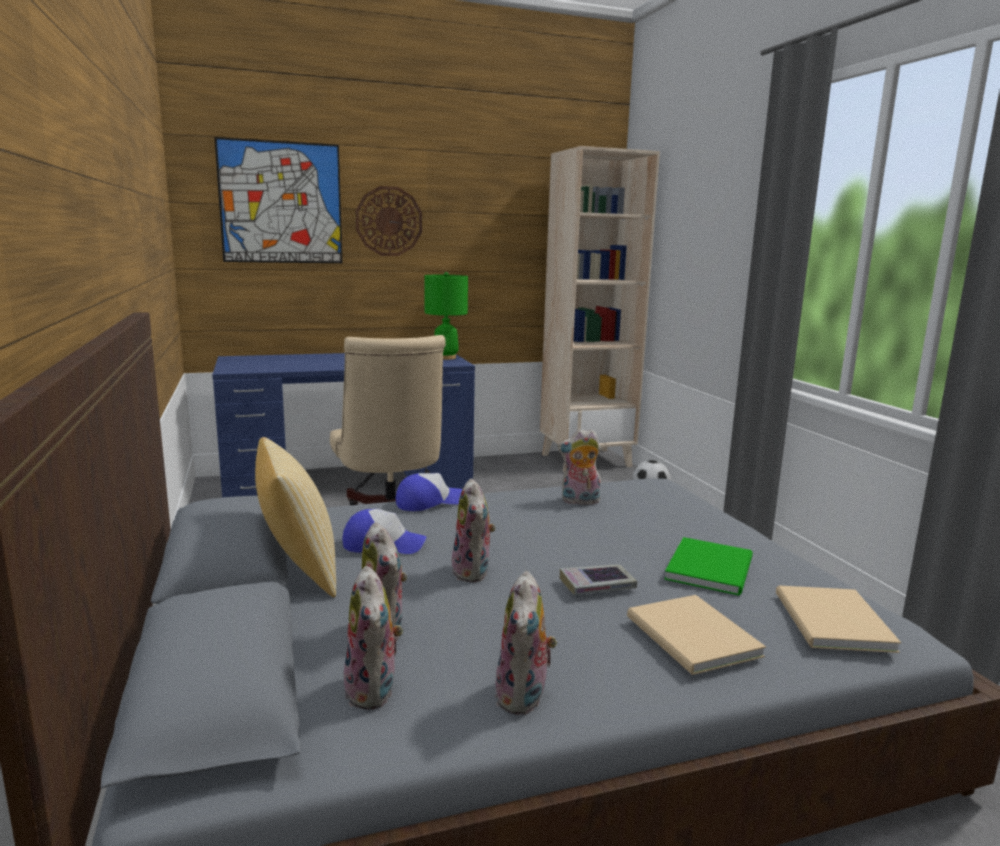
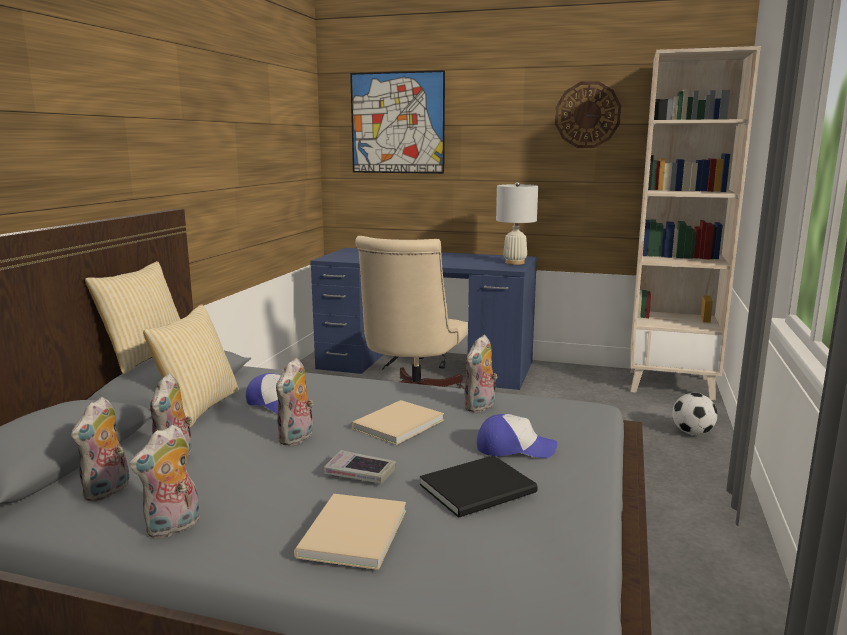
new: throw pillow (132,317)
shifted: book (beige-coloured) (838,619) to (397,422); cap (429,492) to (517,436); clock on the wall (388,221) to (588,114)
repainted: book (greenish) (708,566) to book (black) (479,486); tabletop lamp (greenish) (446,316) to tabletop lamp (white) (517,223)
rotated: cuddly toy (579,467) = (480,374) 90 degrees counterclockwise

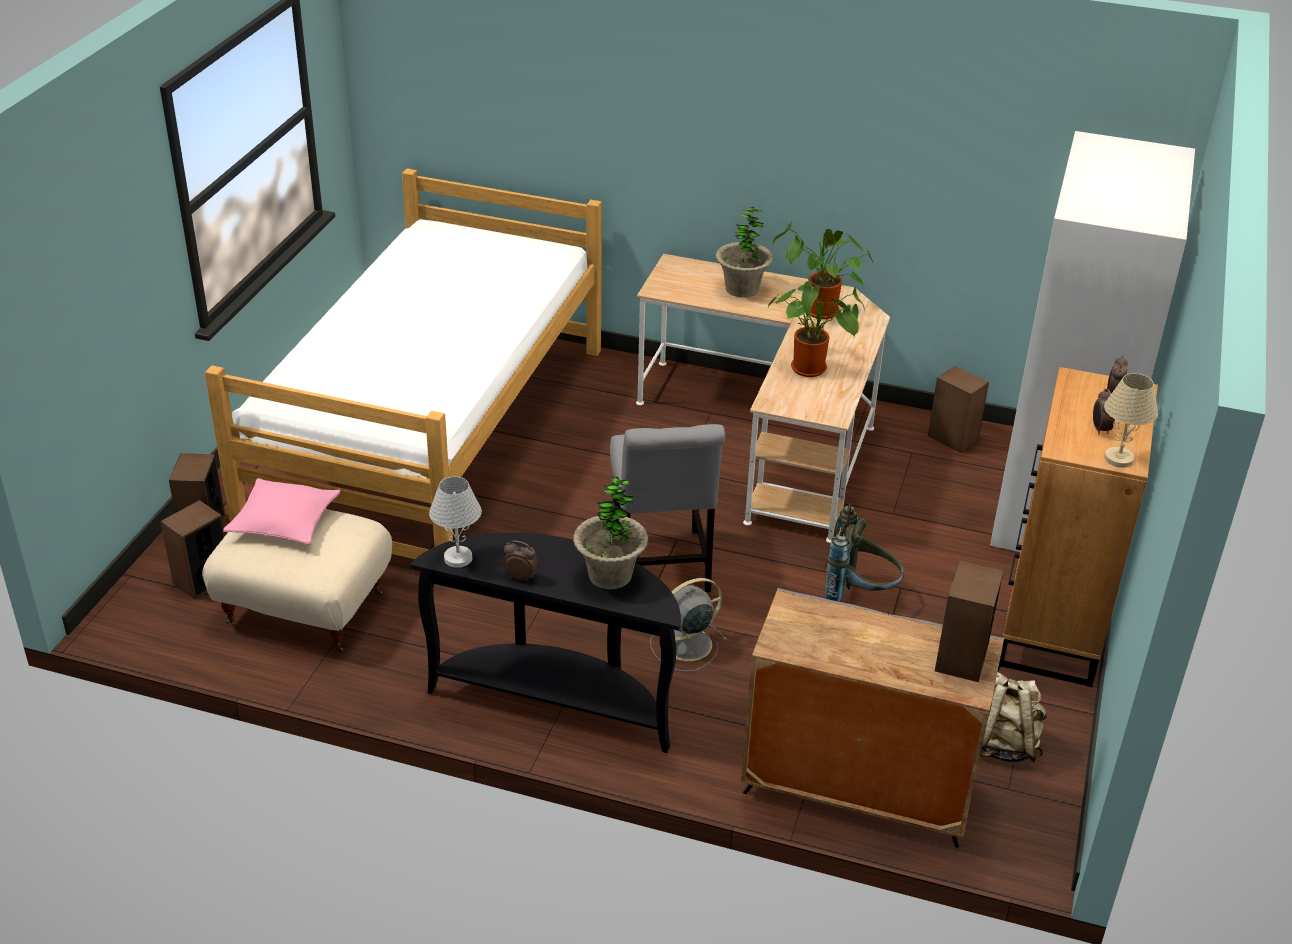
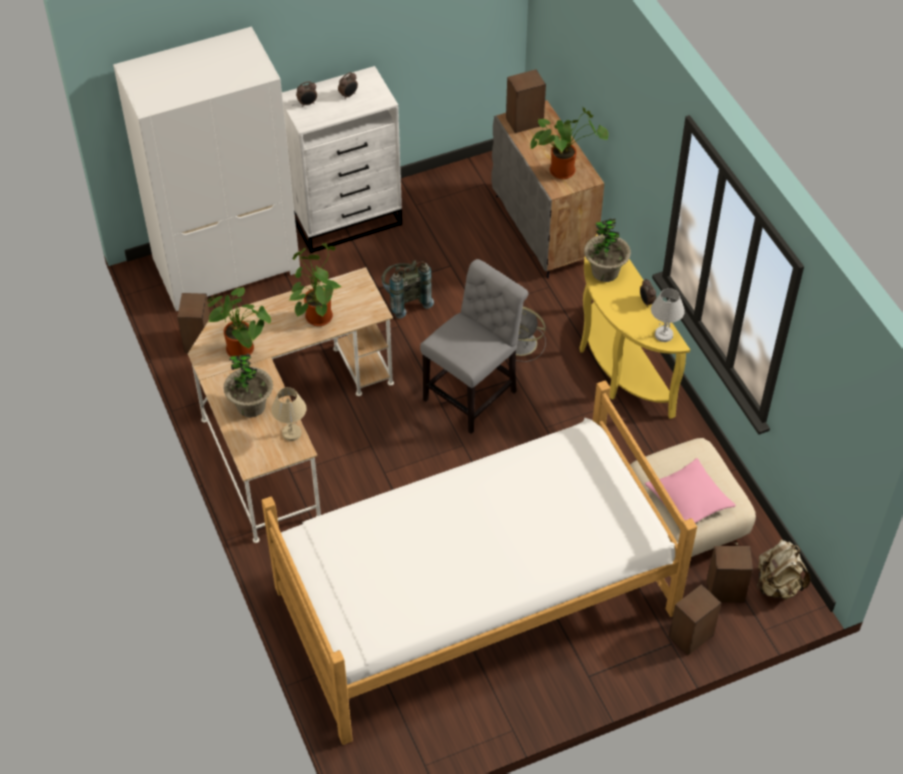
new: plant in a pot (569,143)
shifted: tabletop lamp (beige-coloured) (1131,420) to (289,414); rucksack (beige-coloured) (1014,717) to (784,570)
repainted: drawer chest (brown-coloured) (1079,527) to drawer chest (white) (342,160); hall table (black) (545,643) to hall table (yellow-coloured) (634,326)

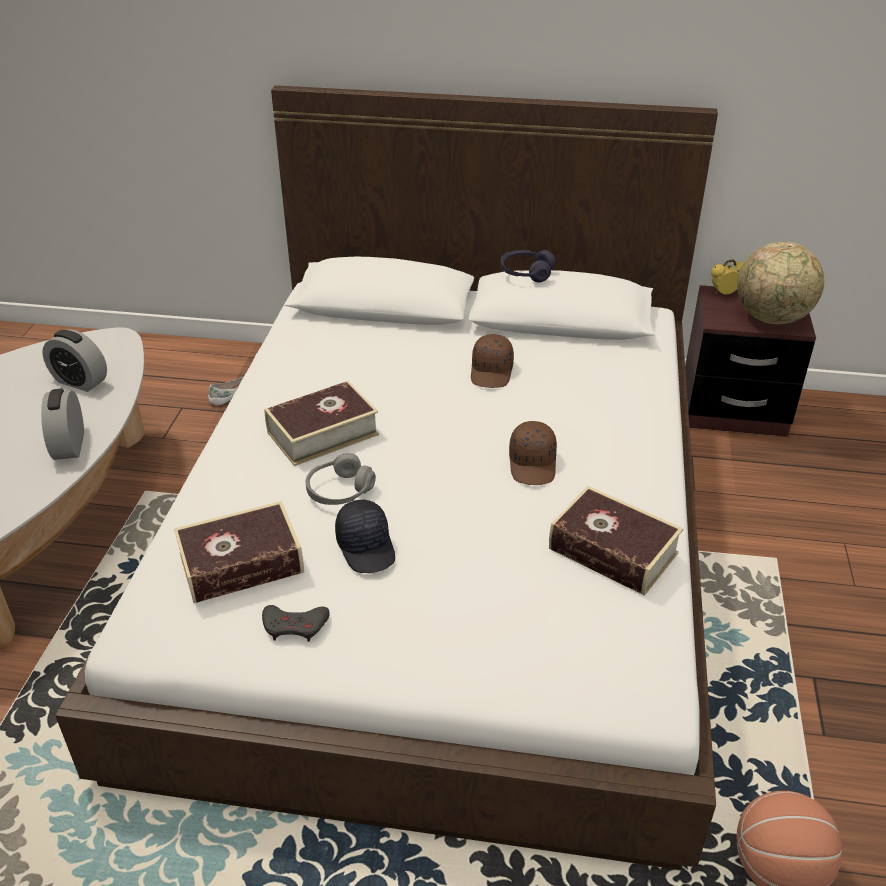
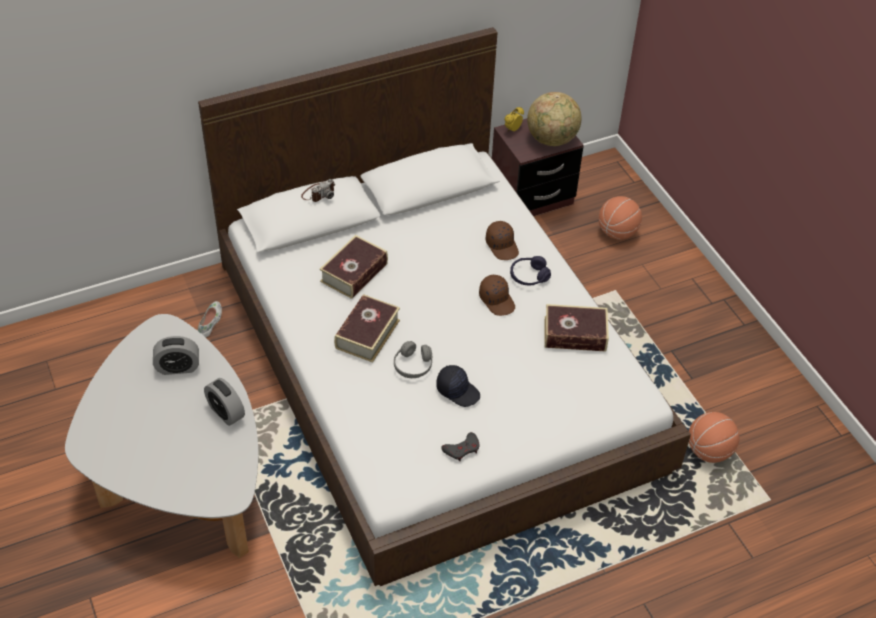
new: still camera (318,190); basketball (620,218)
shifted: book (239,552) to (353,267); cap (brown-coloured) (492,361) to (502,240); headset (purple-coloured) (527,266) to (530,270)

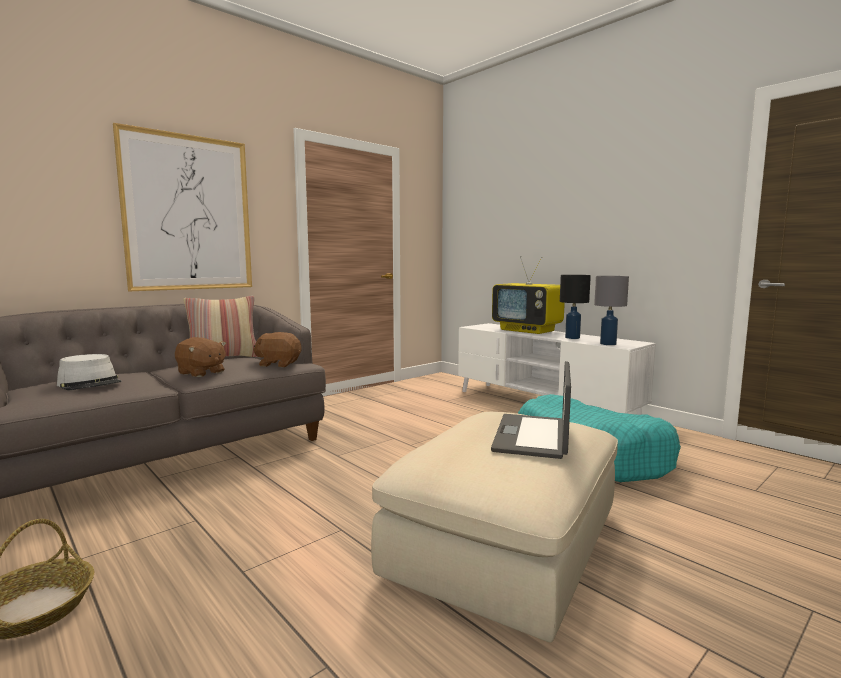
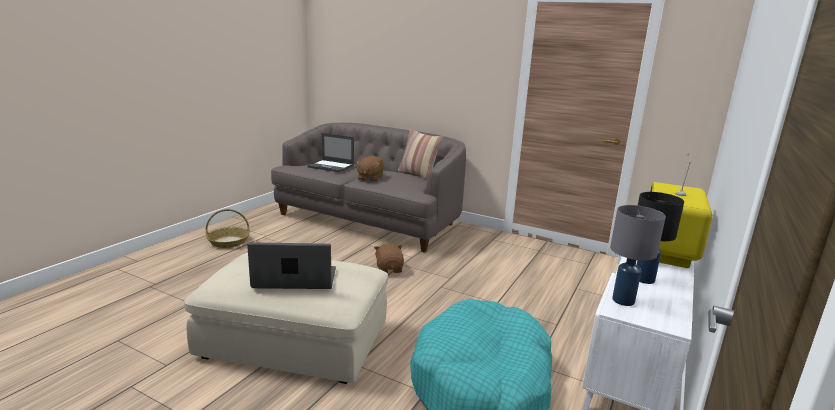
gone: wall picture (182,207)
shifted: cuddly toy (brown-coloured) (277,349) to (389,258)
swapped: hat (greyish) (89,372) to laptop (330,152)

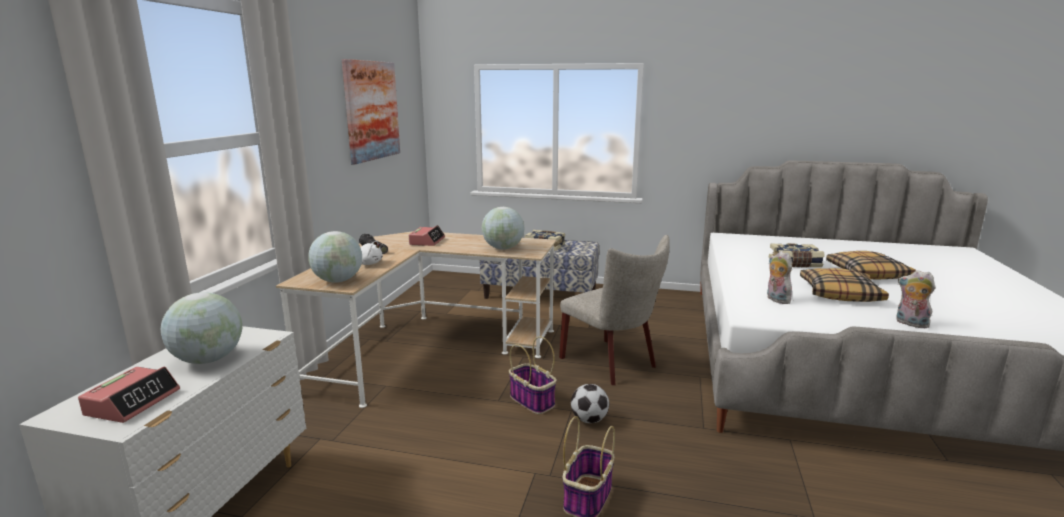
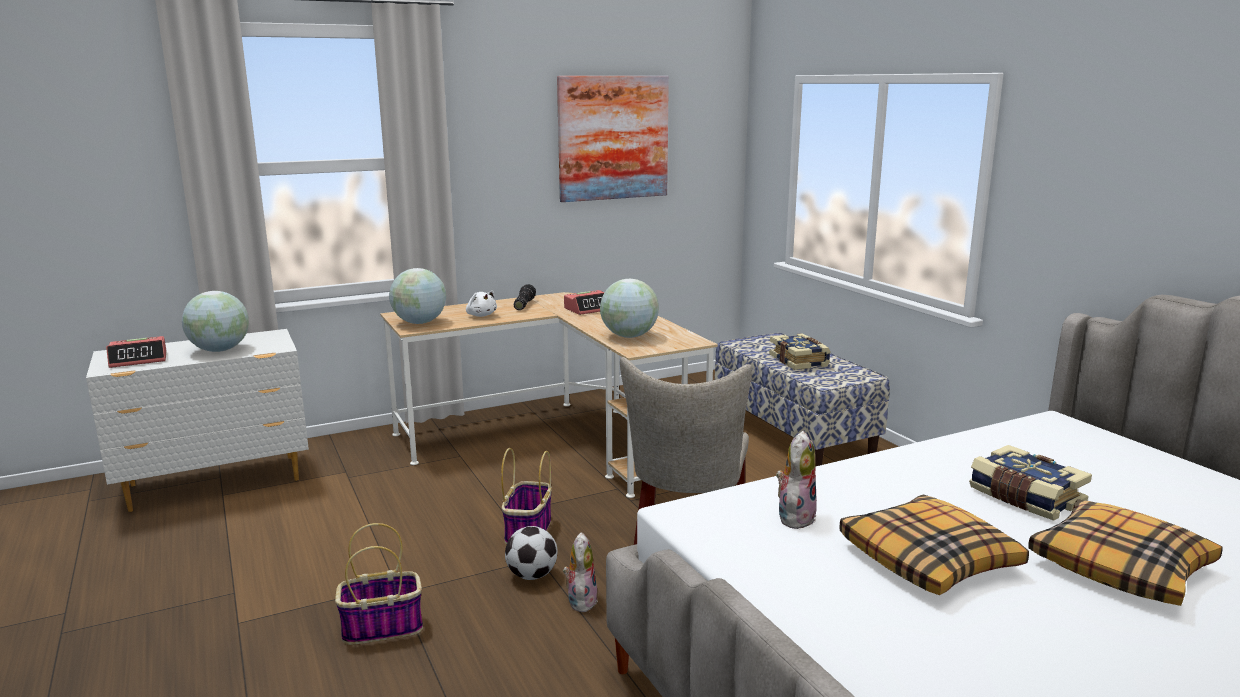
shifted: cuddly toy (916,299) to (580,572)

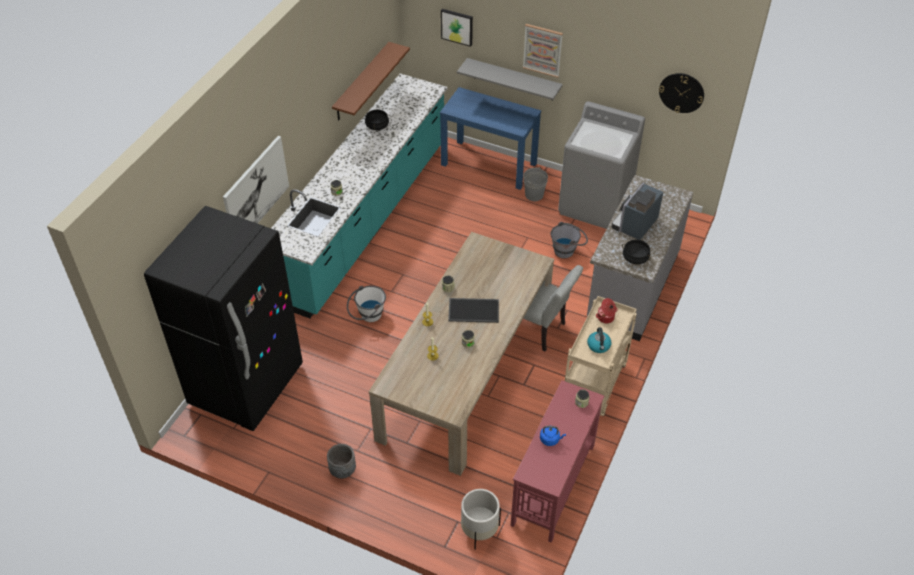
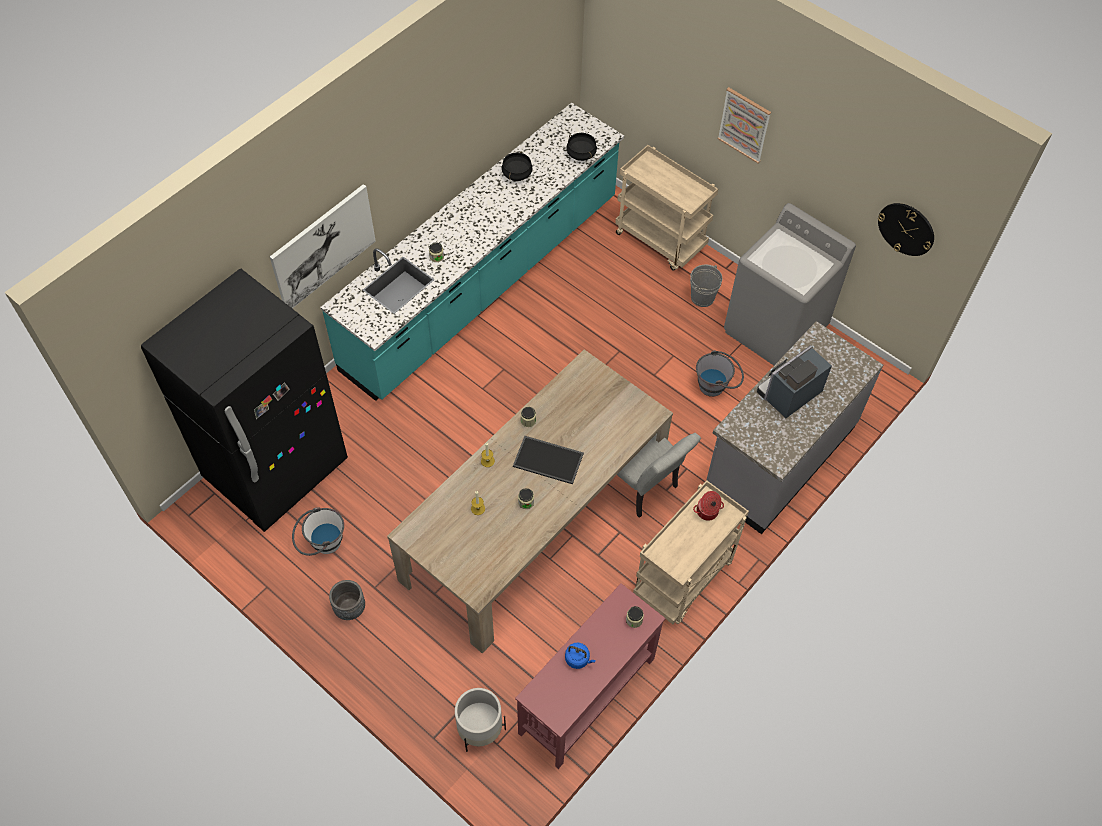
gone: wall shelf (brown-coloured) (371,81); wall picture (457,28); wall shelf (greyish) (510,79); kettle (599,340)
shifted: water bucket (white) (366,304) to (318,531); cooking pot (black) (636,252) to (581,147)
swapped: hall table (blue-coloured) (490,138) to cart (beige-coloured) (666,208)

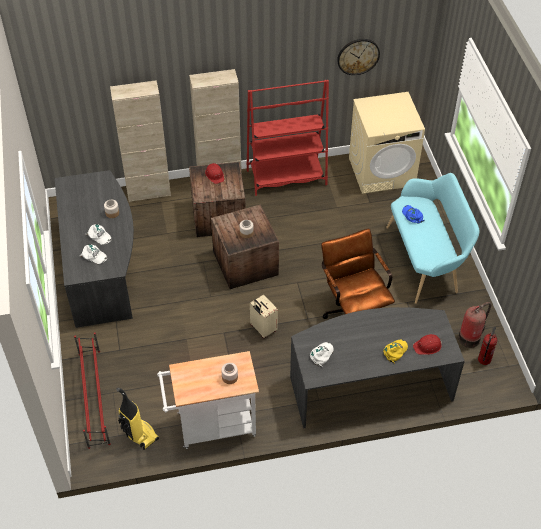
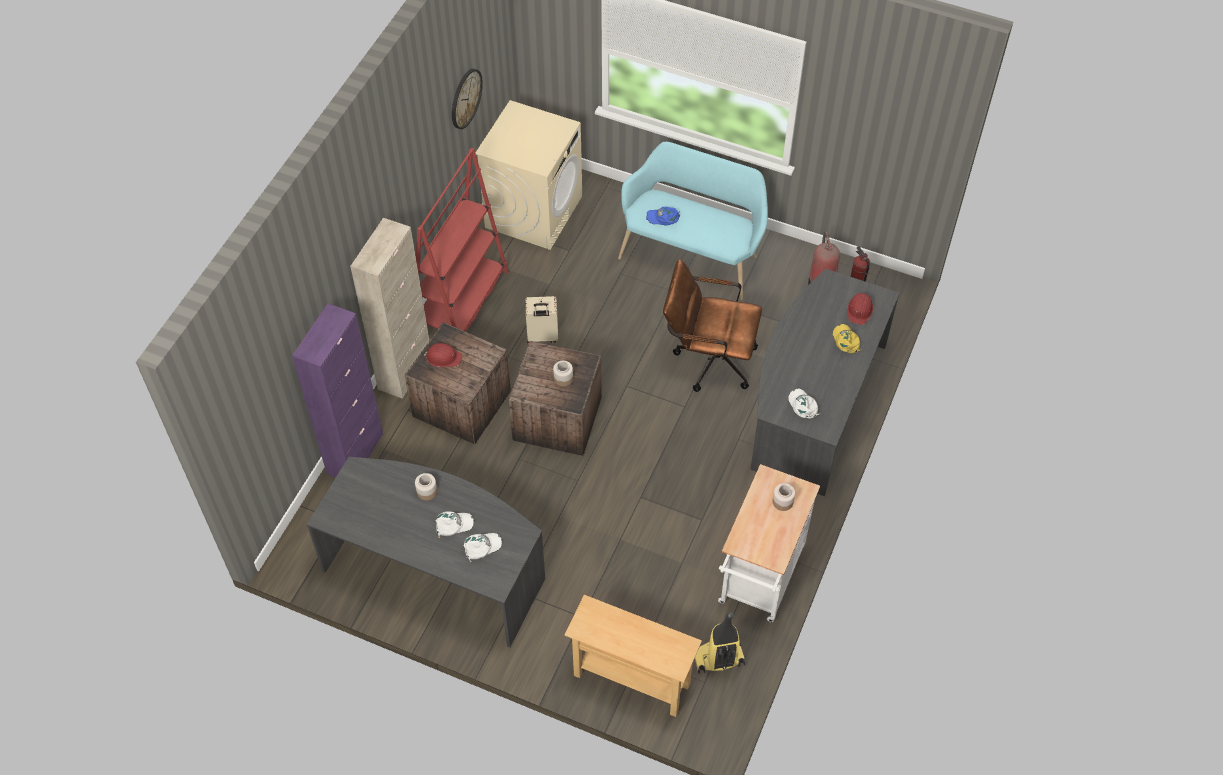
shifted: travel case (beige-coloured) (264,316) to (542,320)
swapped: shoe rack (reddish) (92,390) to hall table (beige-coloured) (633,656)
repainted: cupboard (beige-coloured) (140,141) to cupboard (purple-coloured) (337,390)

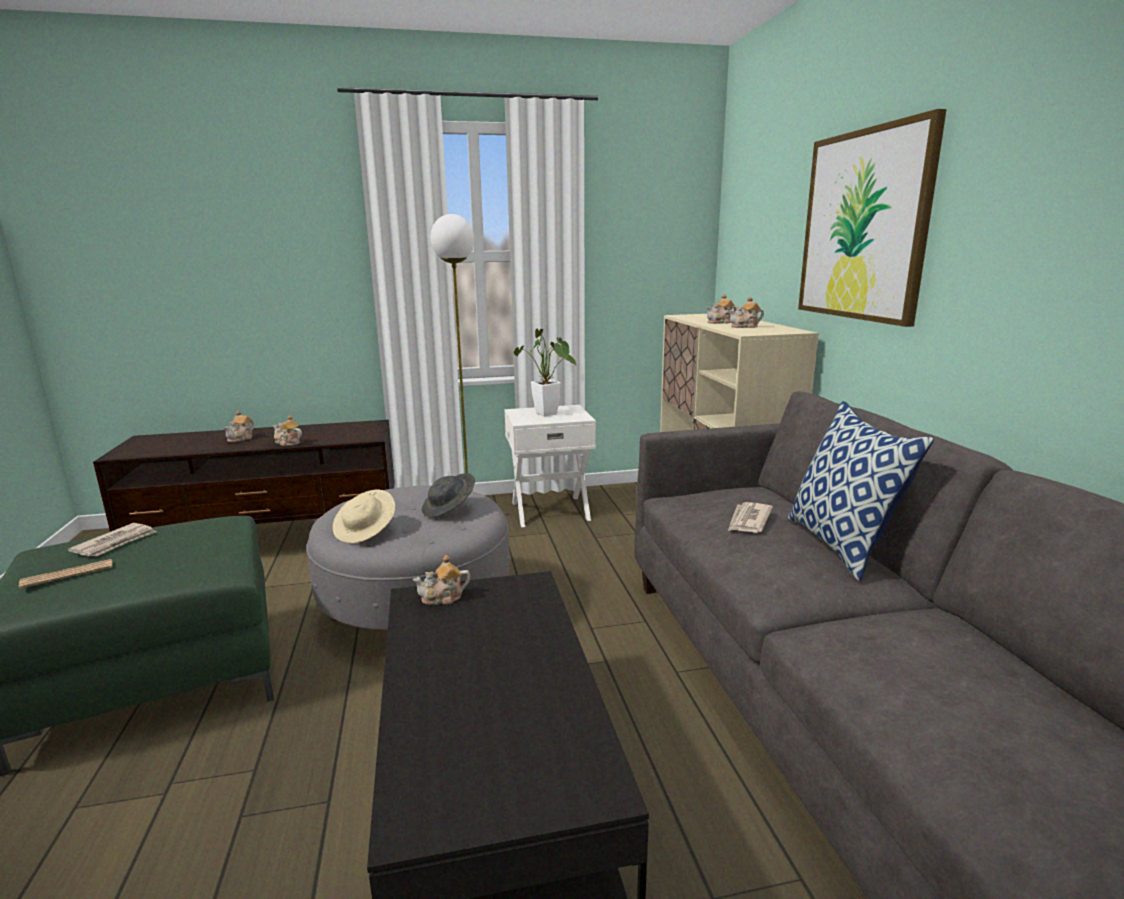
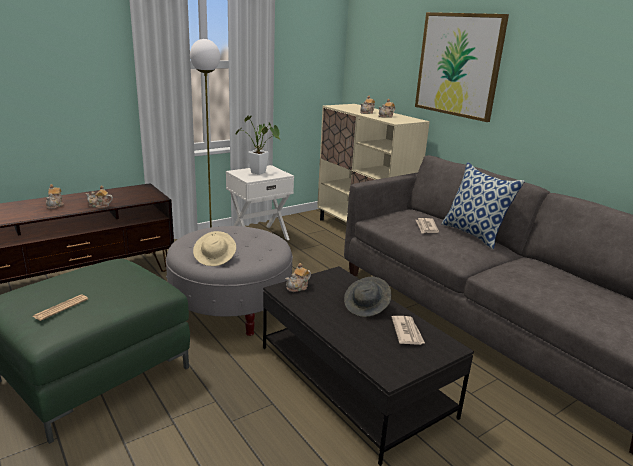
shifted: hat (greyish) (448,495) to (367,297); printed paper (112,540) to (408,330)

